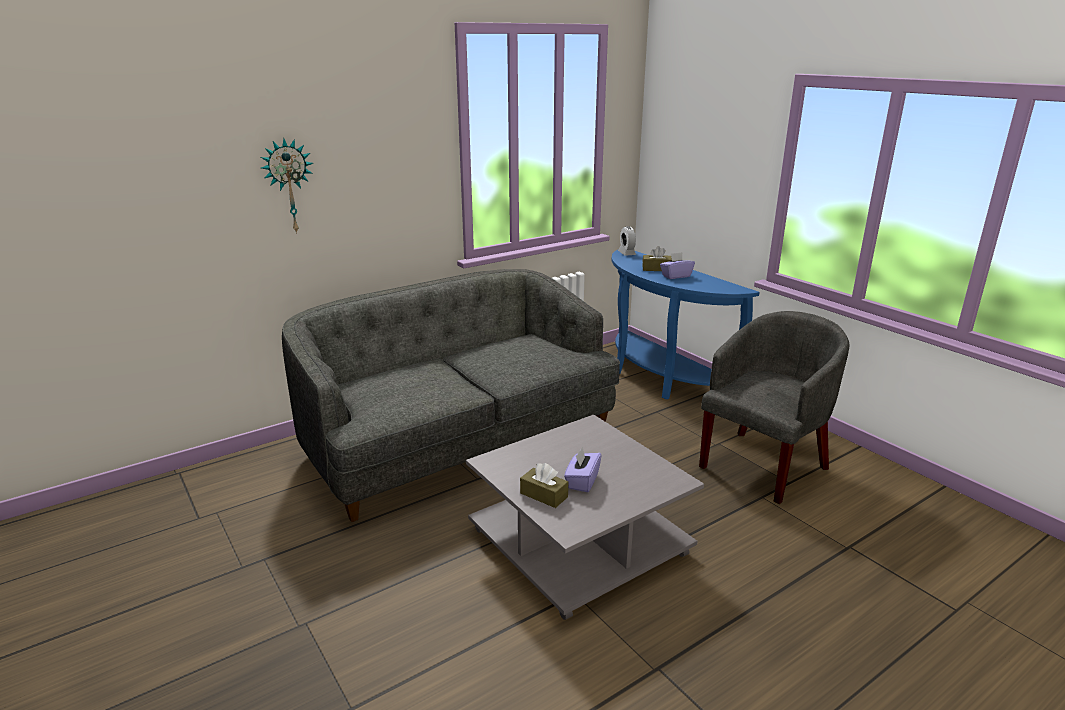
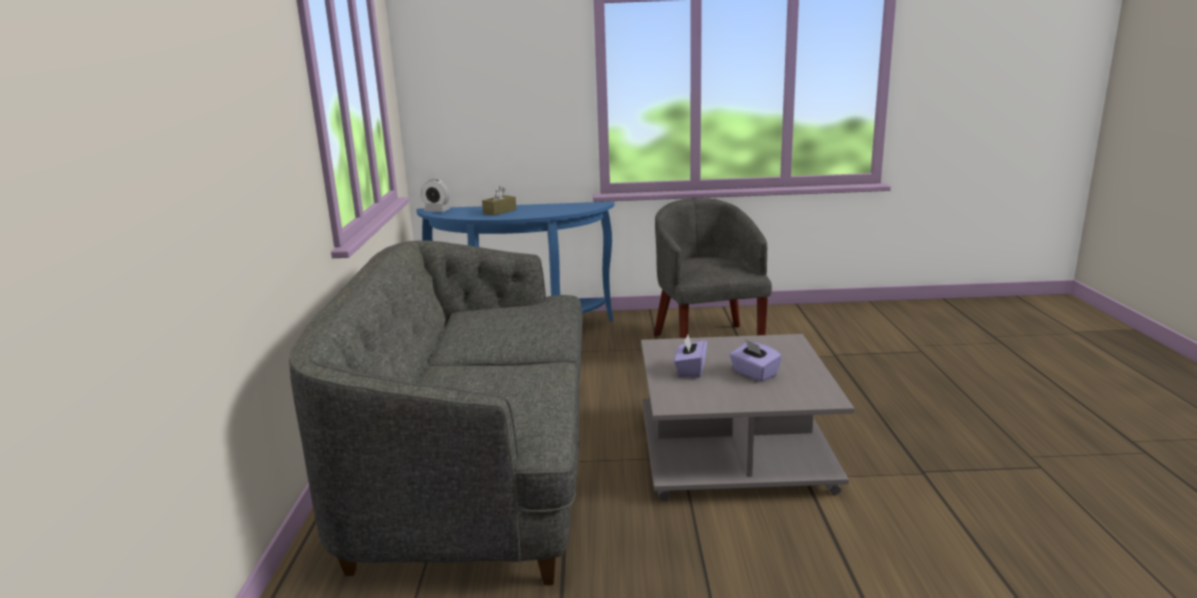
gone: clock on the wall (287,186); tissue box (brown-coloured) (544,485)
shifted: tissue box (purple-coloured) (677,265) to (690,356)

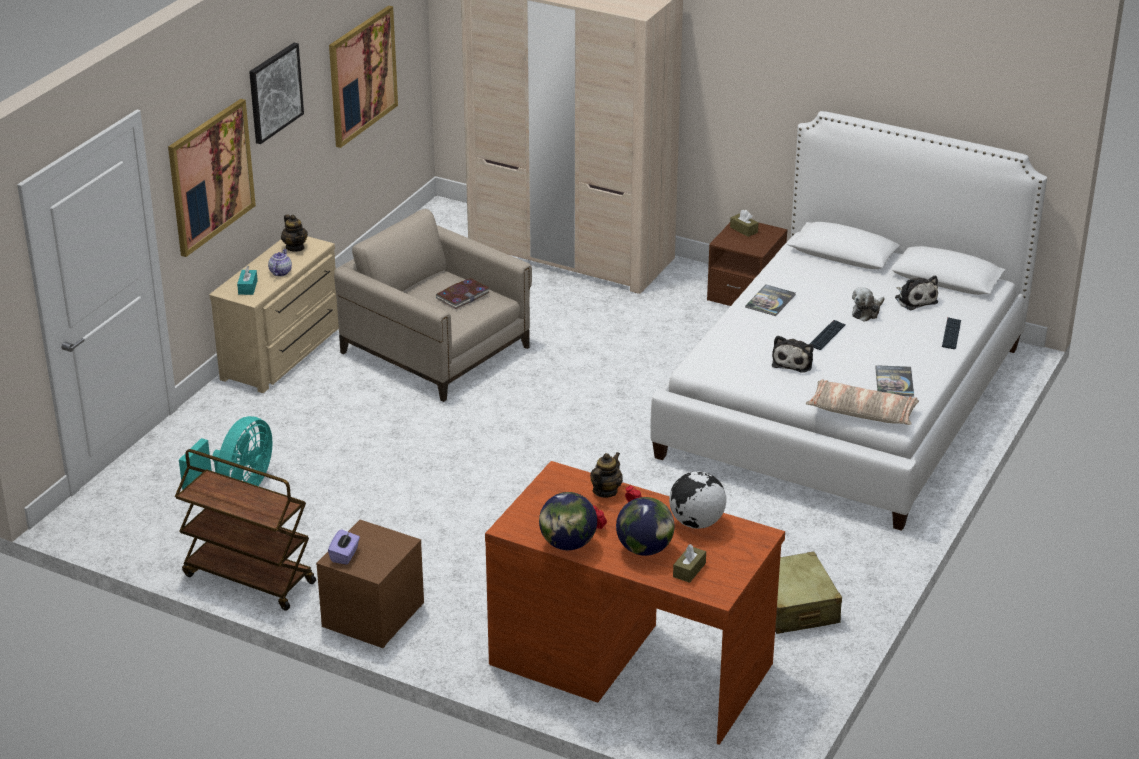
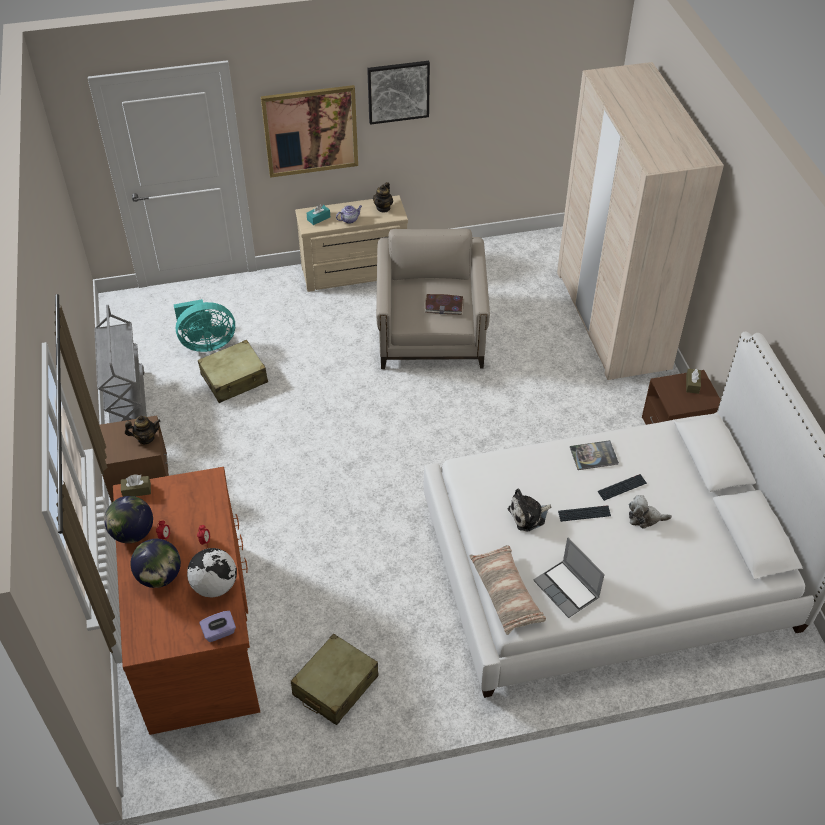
gone: wall picture (363,76); cuddly toy (916,293)
new: travel case (beige-coloured) (233,371)
shifted: tissue box (brown-coloured) (689,563) to (136,485); pot for tea (606,475) to (143,429); tissue box (purple-coloured) (344,547) to (217,626); keyboard (951,333) to (622,487)
swapped: book (894,381) to laptop (569,577)
repainted: cart (brown-coloured) (245,530) to cart (greyish) (120,364)

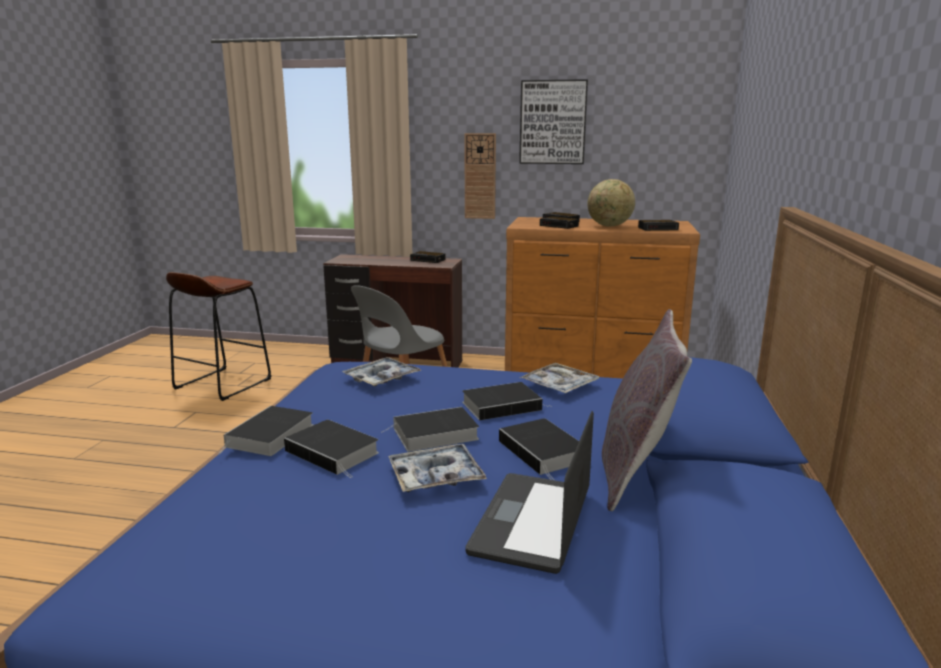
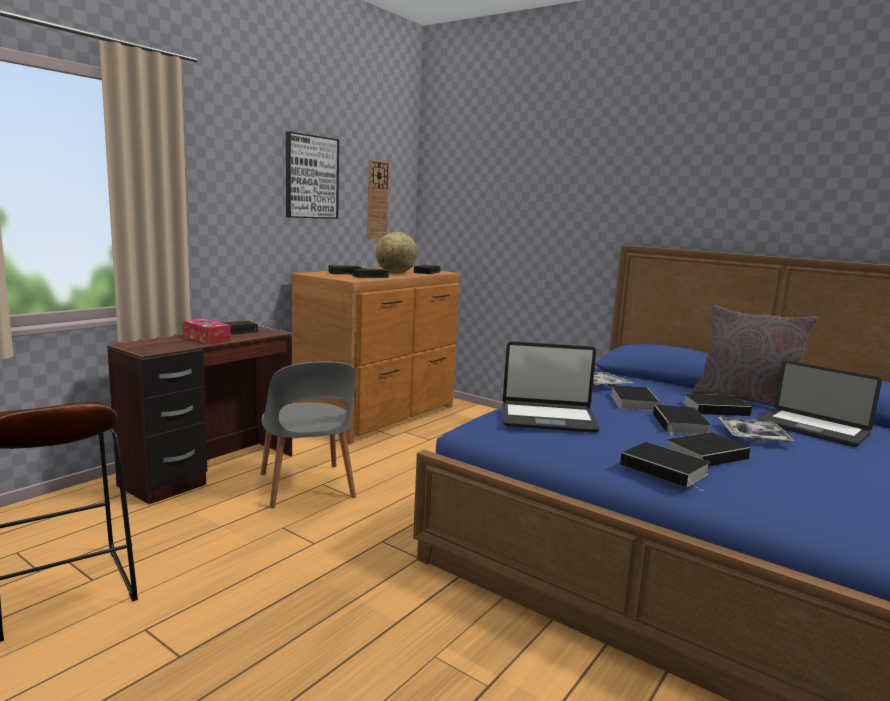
new: tissue box (207,331)
shifted: clock on the wall (480,176) to (378,199)
swapped: carrying tray (382,371) to laptop (551,387)

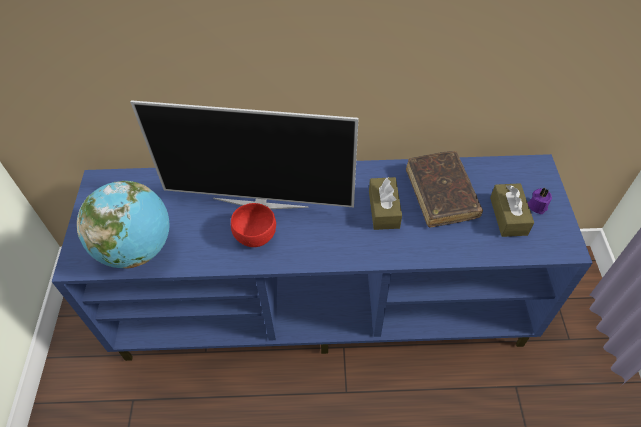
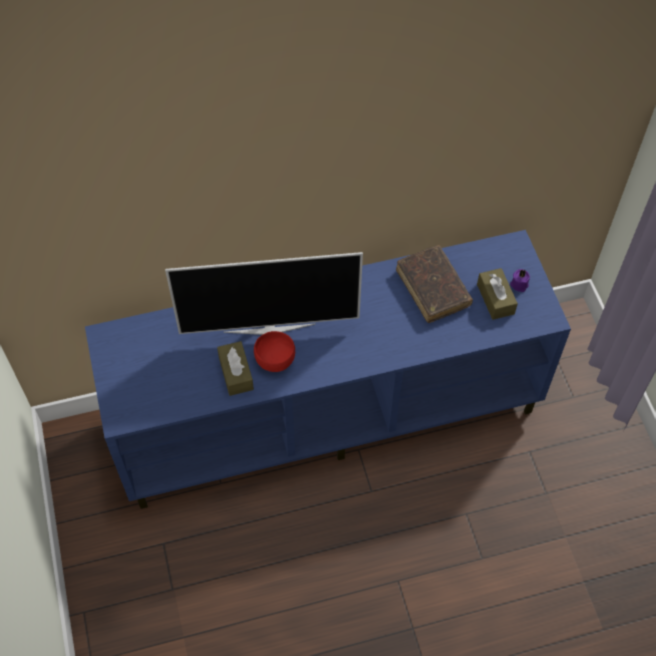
gone: globe (123,225)
shifted: tissue box (brown-coloured) (385,203) to (235,368)

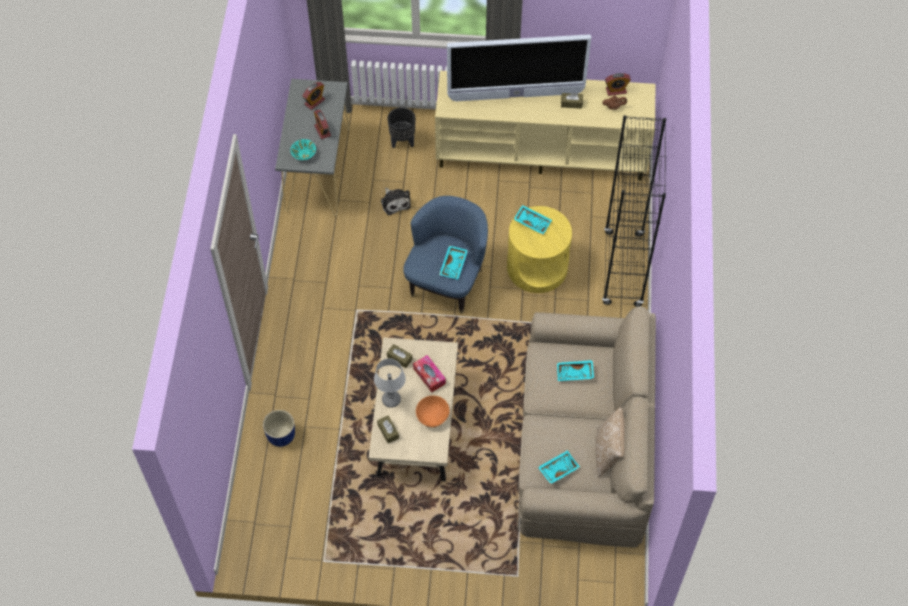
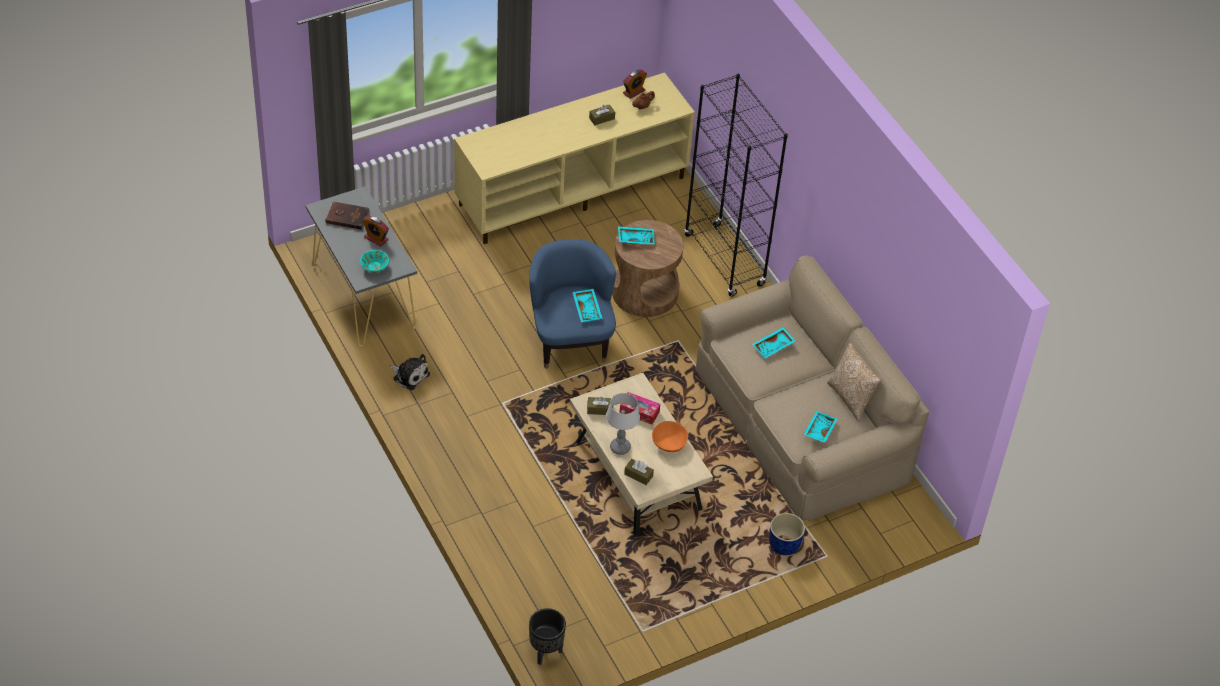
gone: TV set (519,67)
shifted: cuddly toy (396,201) to (409,372); plant pot (black) (402,127) to (547,636); plant pot (blue-coloured) (279,428) to (787,534)
swapped: alarm clock (313,96) to book (brown-coloured) (347,215)
repainted: side table (yellow-coloured) (539,249) to side table (brown-coloured) (647,268)

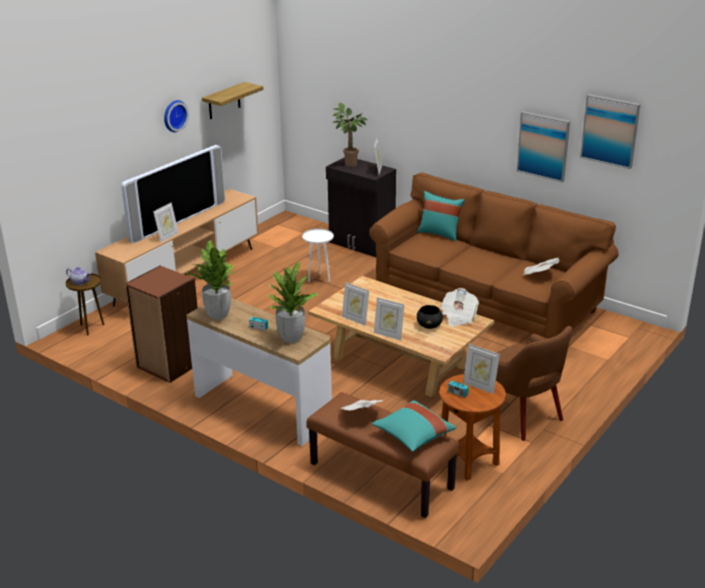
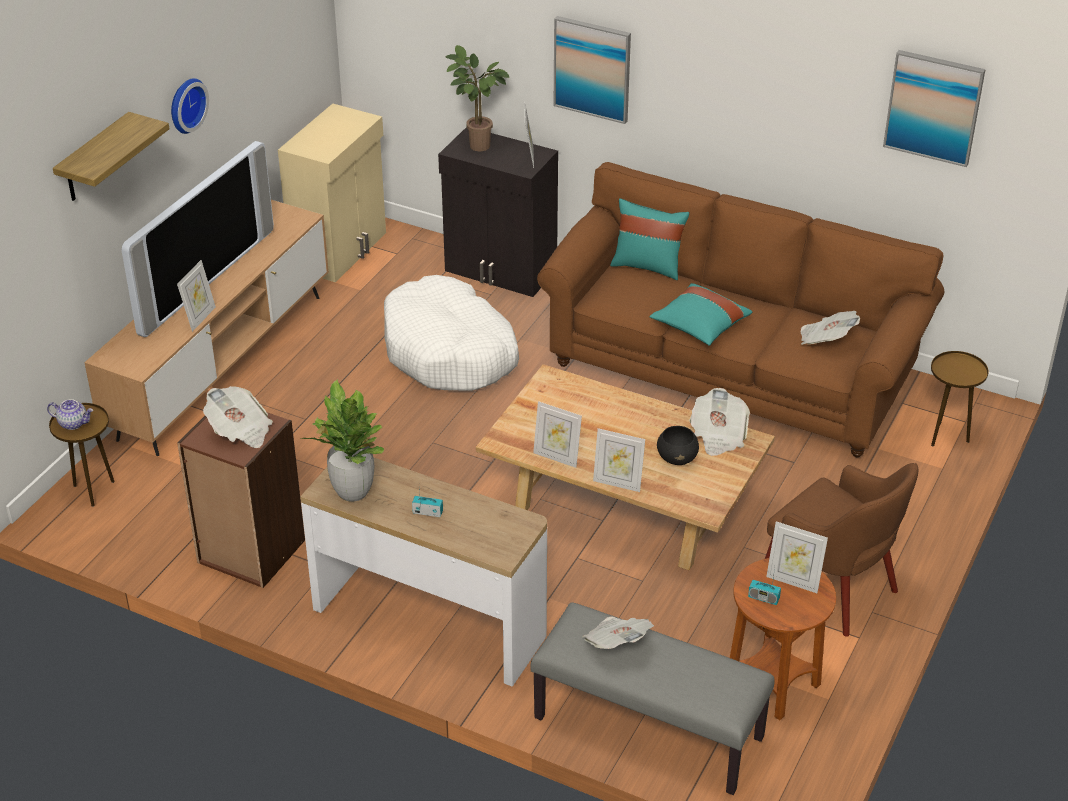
gone: plant in a pot (293,302)
new: printed paper (238,417); cupboard (beige-coloured) (332,193); side table (brown-coloured) (959,398)
shifted: wall shelf (232,100) to (111,156); wall picture (543,146) to (592,70); throw pillow (turquoise) (414,426) to (701,314)
swapped: side table (white) (318,255) to dog cushion (white) (451,333)
repainted: bench (brown-coloured) (382,455) to bench (greyish) (652,698)

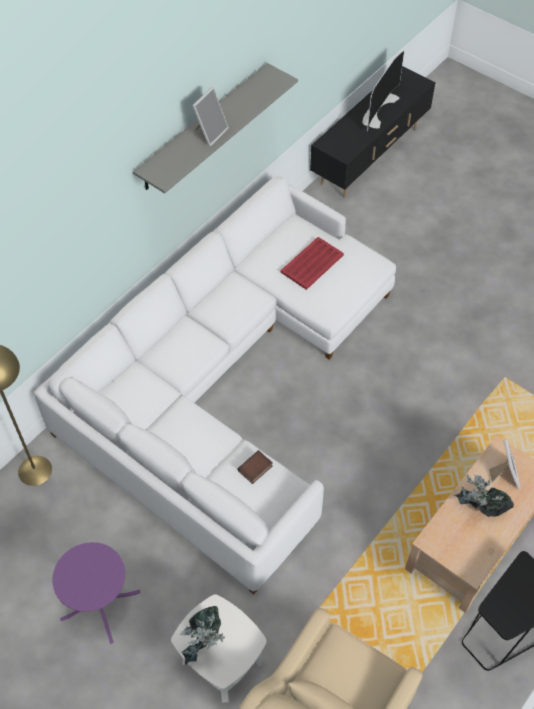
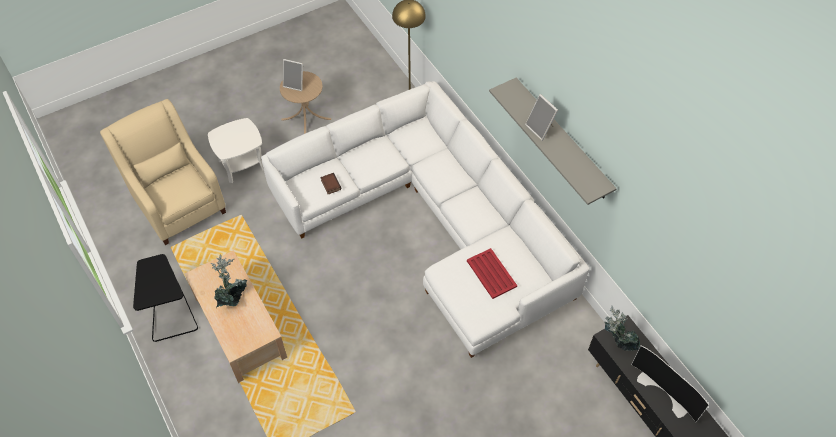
shifted: picture frame (505,464) to (293,75); plant in a pot (202,635) to (622,328)
repainted: side table (purple-coloured) (96,593) to side table (beige-coloured) (305,102)

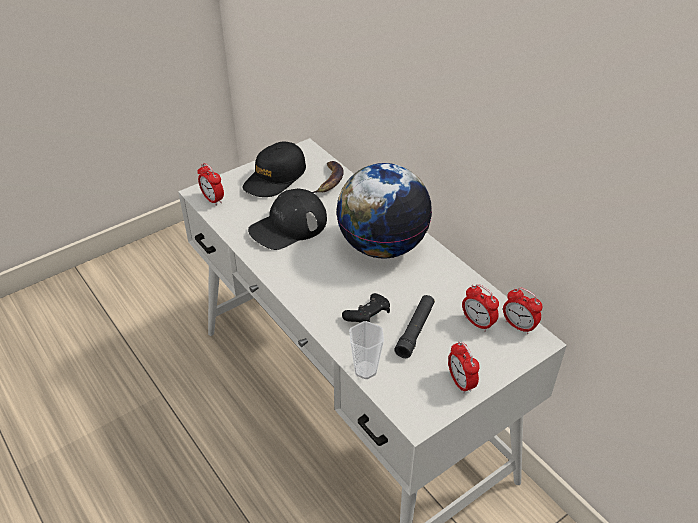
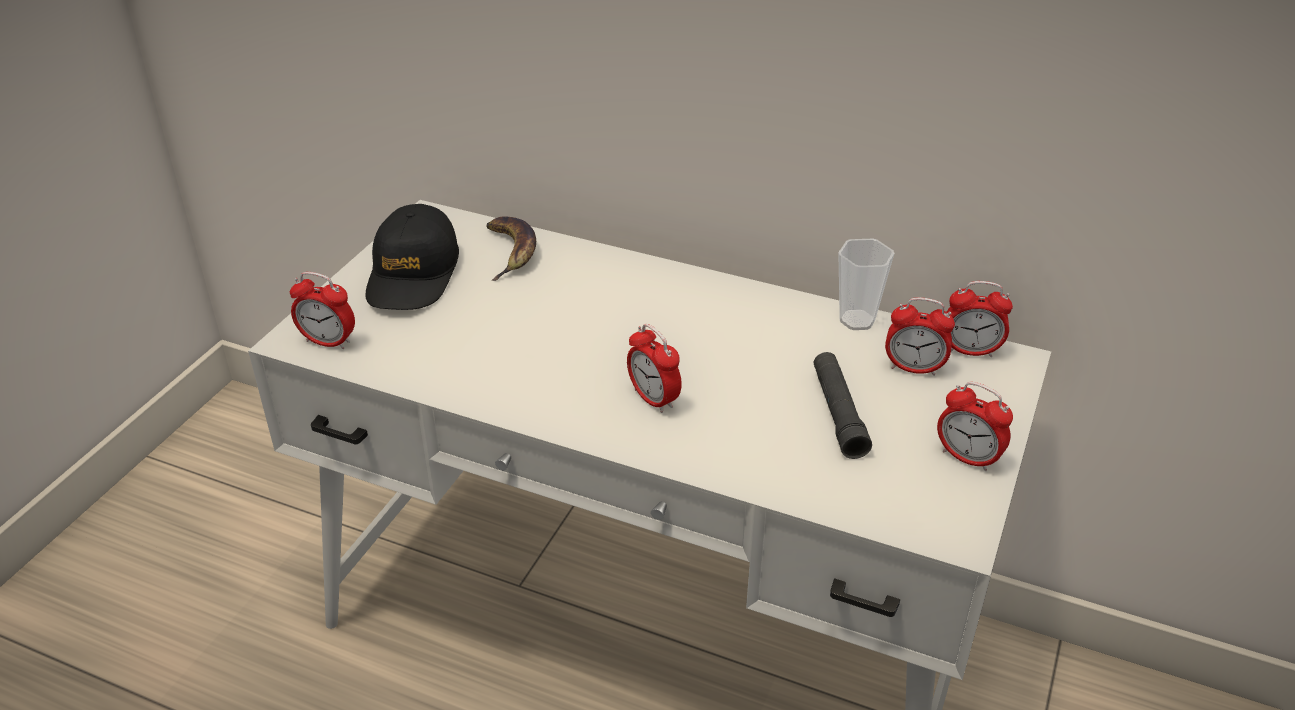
gone: cap (black) (287,219); globe (384,210); gamepad (black) (366,308)
new: alarm clock (654,368)
shifted: small cup (366,350) to (866,284)

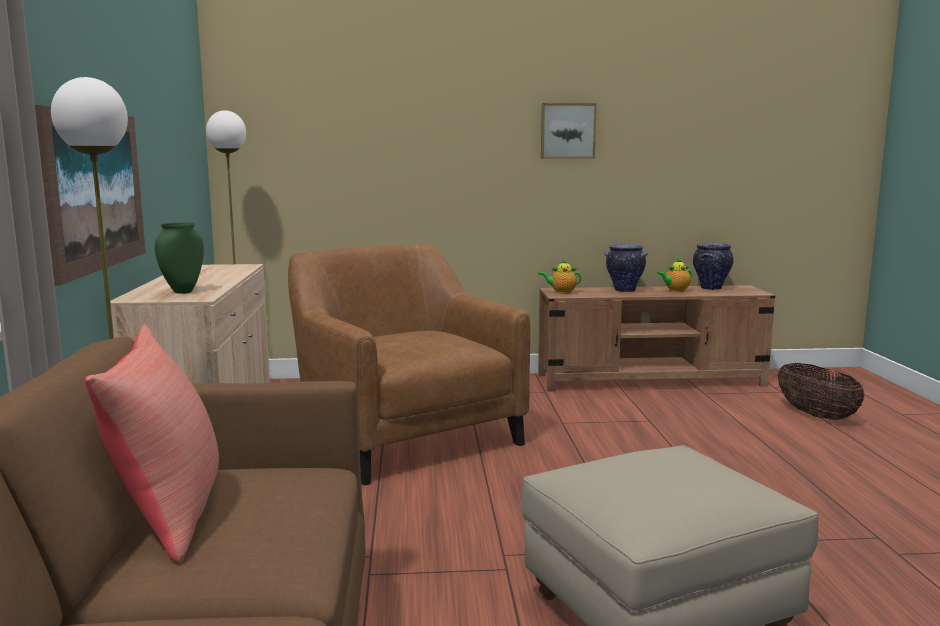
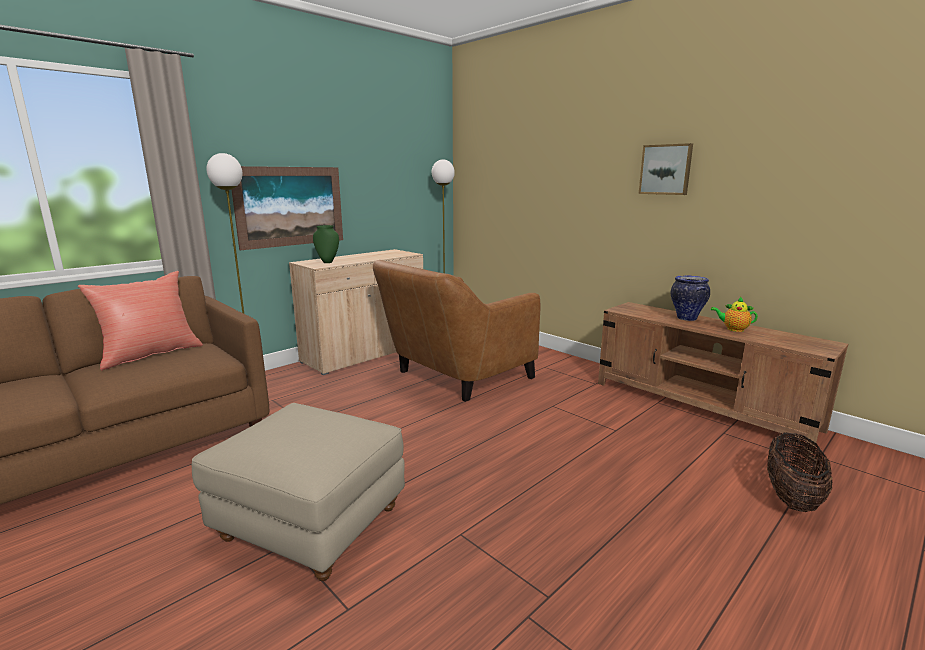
gone: pot for tea (559,276); flower vase (713,266)
rotated: armchair (brown-coloured) (409,364) = (456,331) 150 degrees counterclockwise

